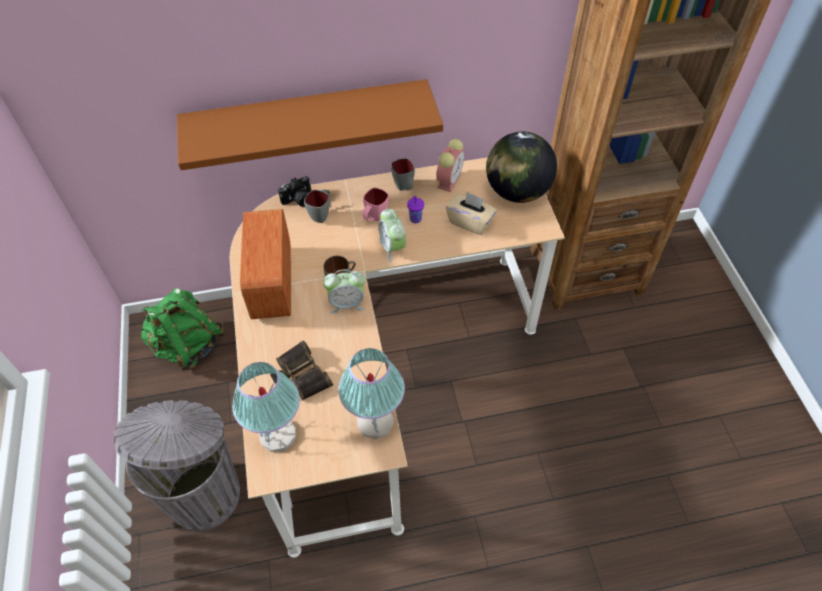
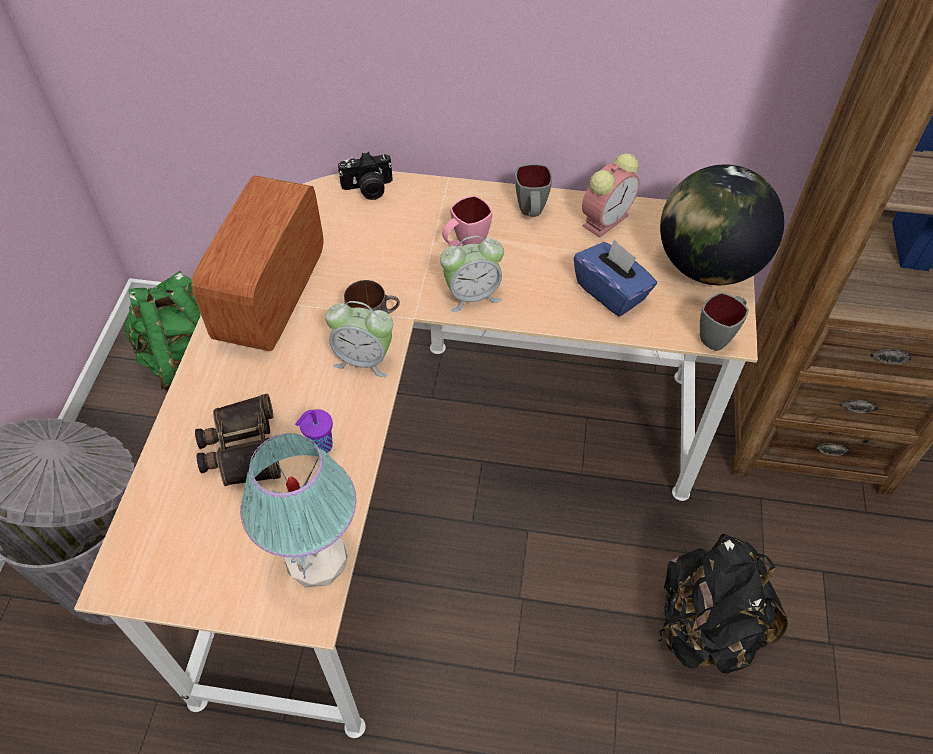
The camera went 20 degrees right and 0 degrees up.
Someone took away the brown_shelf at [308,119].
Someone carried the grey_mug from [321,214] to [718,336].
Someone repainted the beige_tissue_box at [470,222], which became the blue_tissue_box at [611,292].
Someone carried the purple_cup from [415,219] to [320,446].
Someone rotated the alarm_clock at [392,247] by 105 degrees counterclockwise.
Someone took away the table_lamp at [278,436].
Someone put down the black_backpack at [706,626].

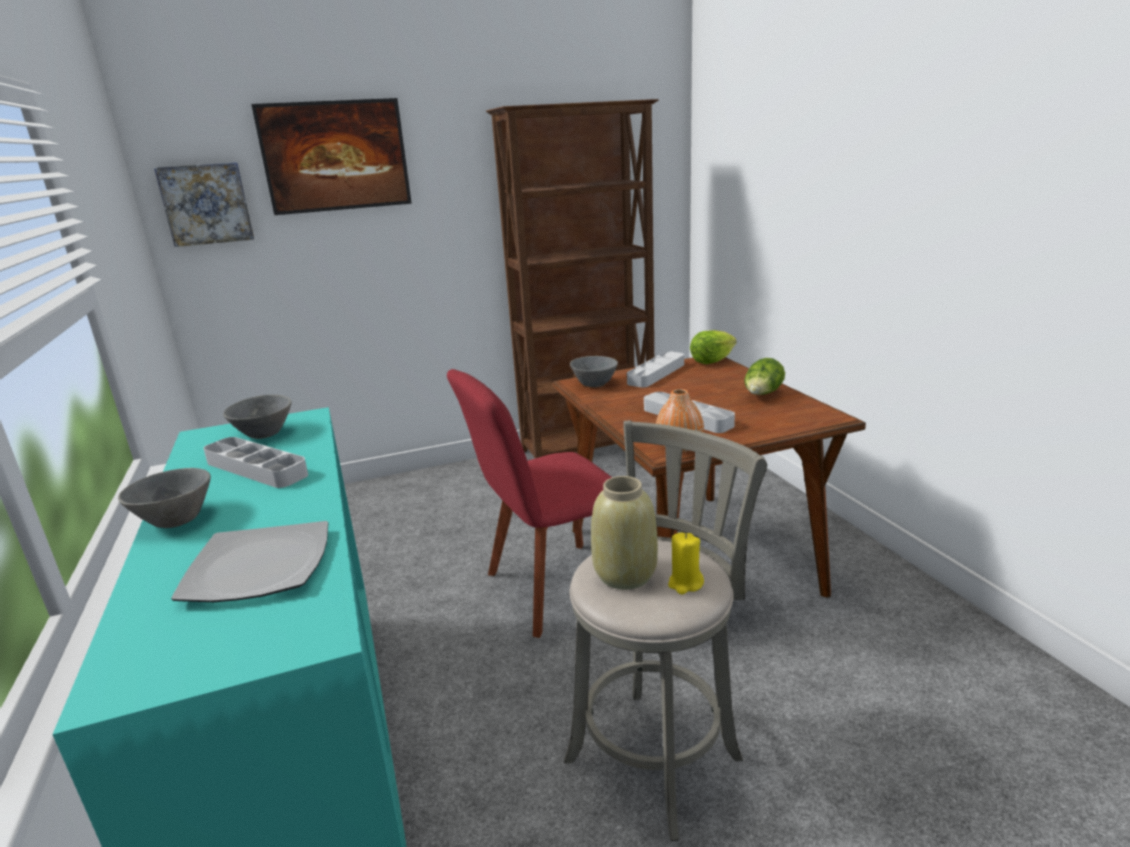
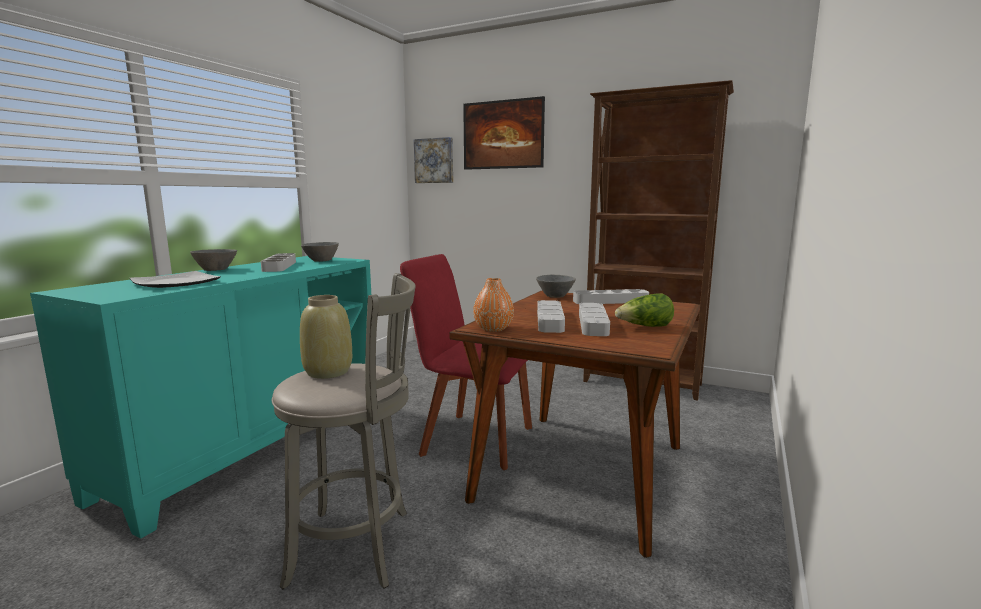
The camera went 45 degrees right and 10 degrees down.
Someone took away the lettuce at [711,361].
Someone took away the yellow_candle at [685,584].
Someone put down the grey_tray at [593,323].

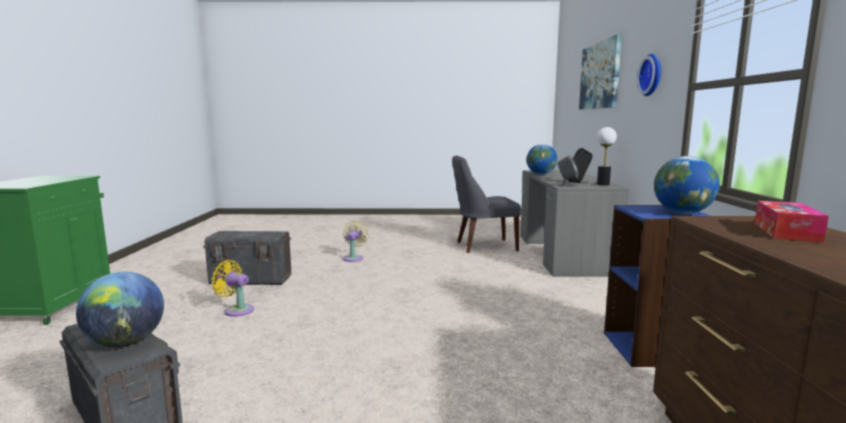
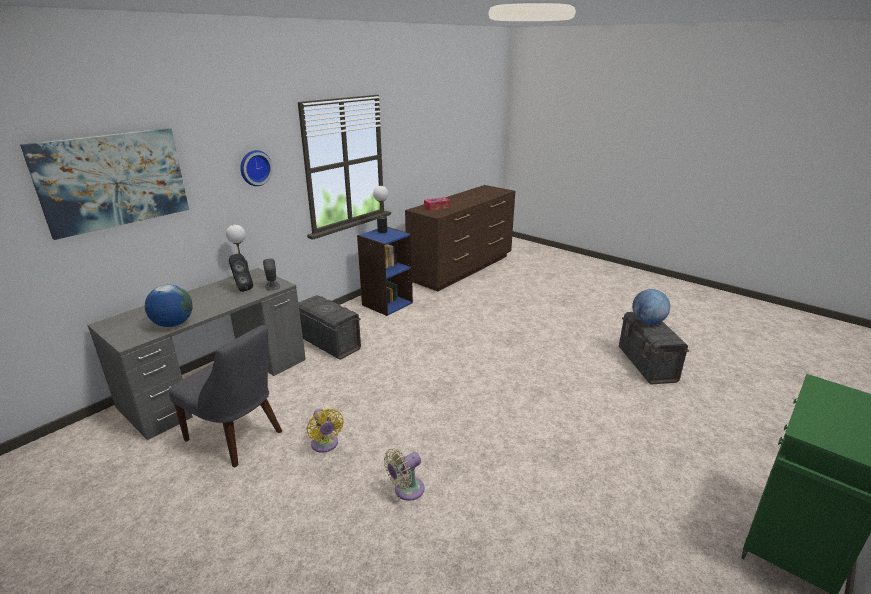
The camera went 140 degrees left and 15 degrees up.
Someone swapped the globe at [683,213] for the table_lamp at [382,231].
Someone carried the grey_storage_box from [251,279] to [330,343].
Someone carried the yellow_fan from [236,310] to [325,445].

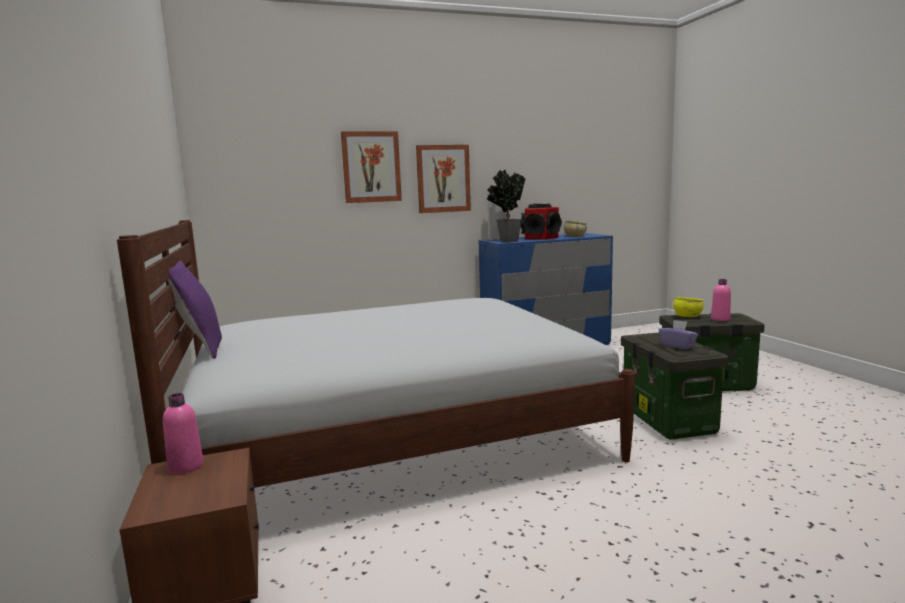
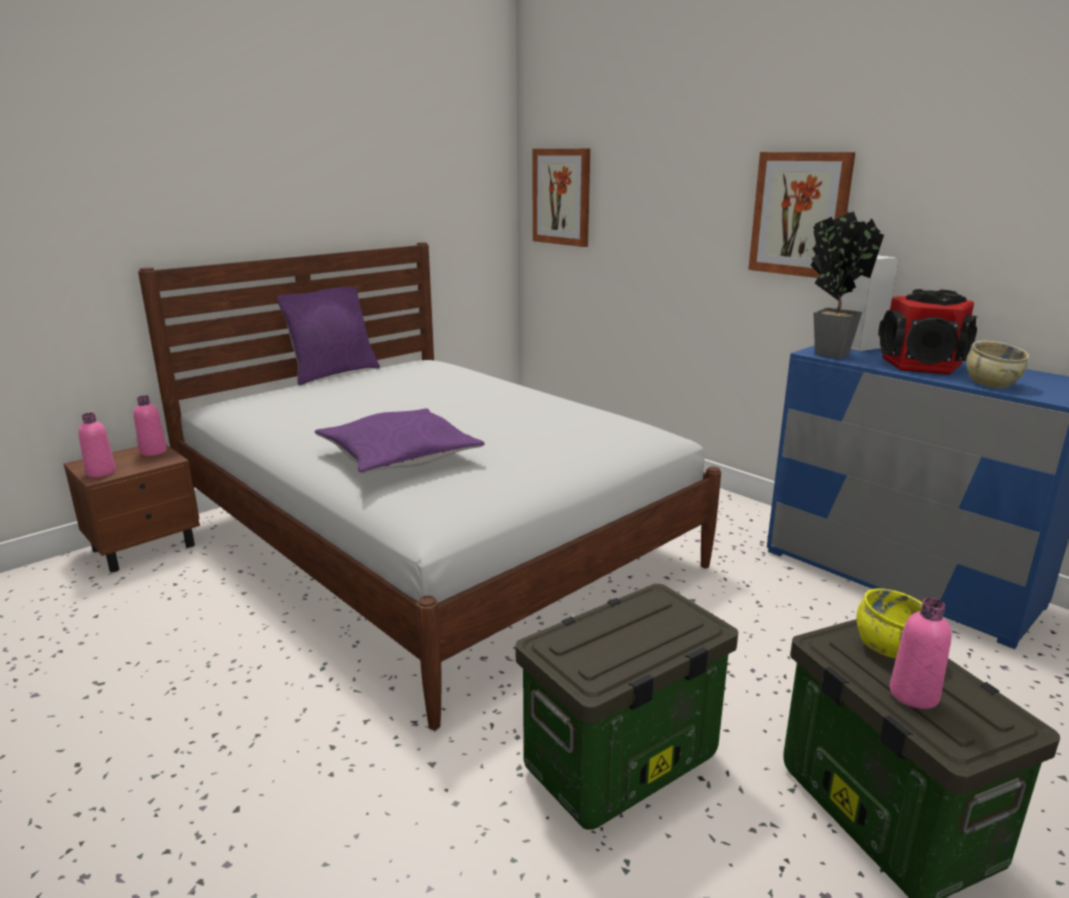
The camera went 65 degrees right and 10 degrees up.
Someone carried the picture from [371,167] to [561,197].
Someone took away the purple_tissue_box at [677,345].
Someone put down the purple_pillow at [399,456].
Someone put down the pink_bottle at [101,472].

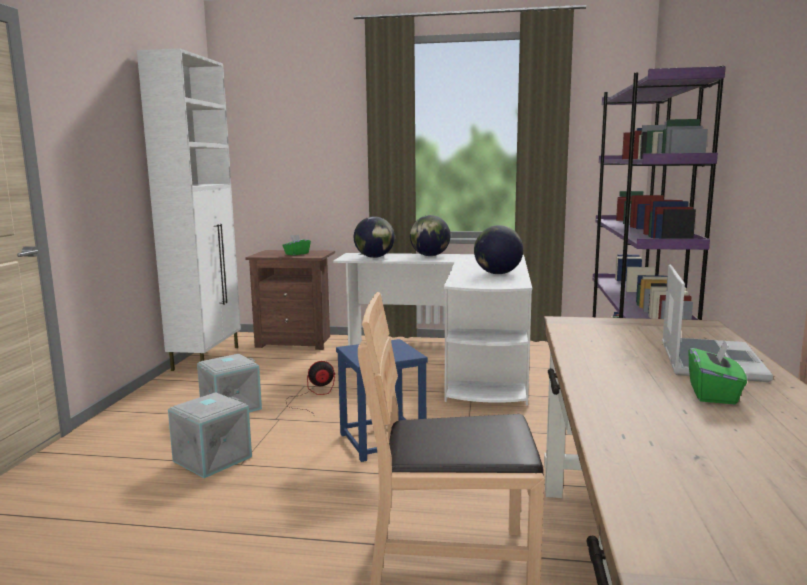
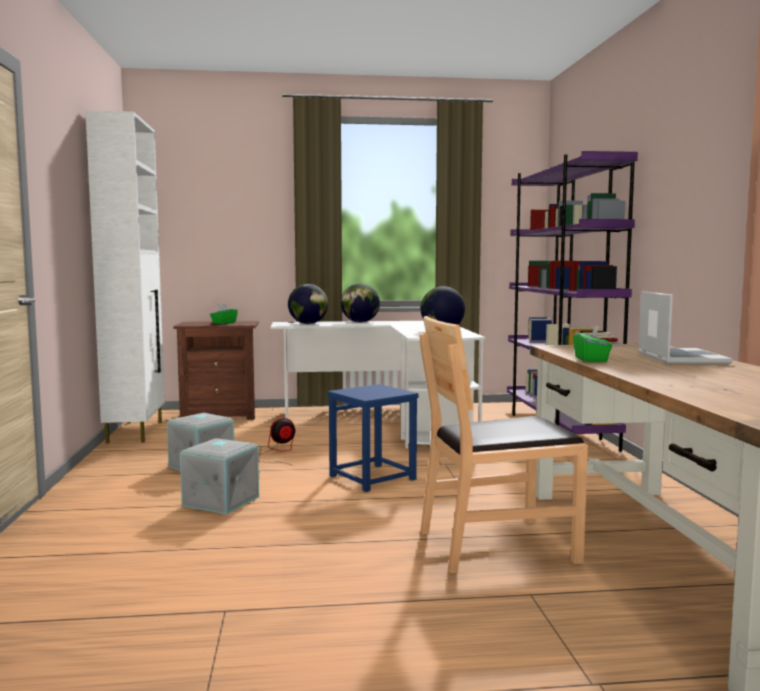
The camera went 15 degrees left and 5 degrees down.
Someone carried the green_tissue_box from [713,394] to [591,360].

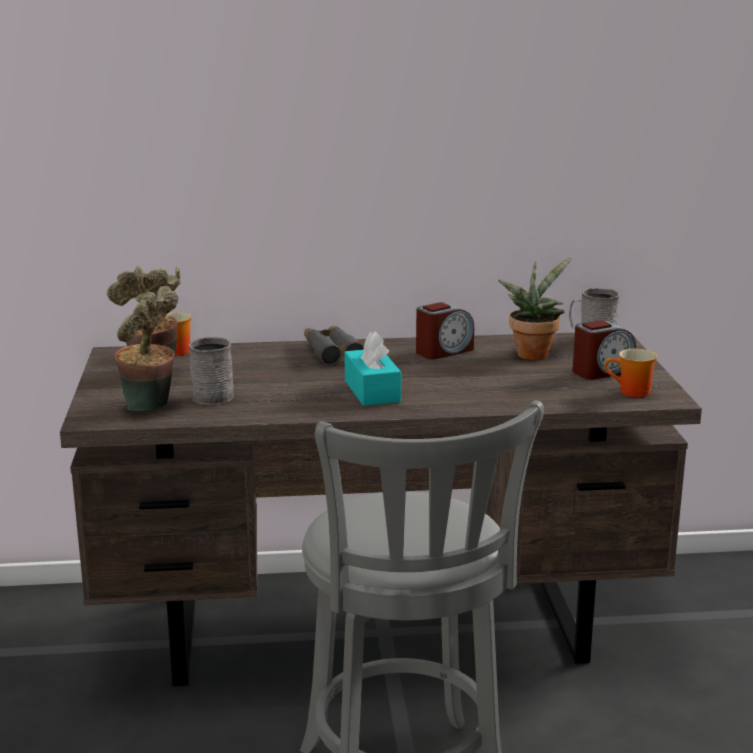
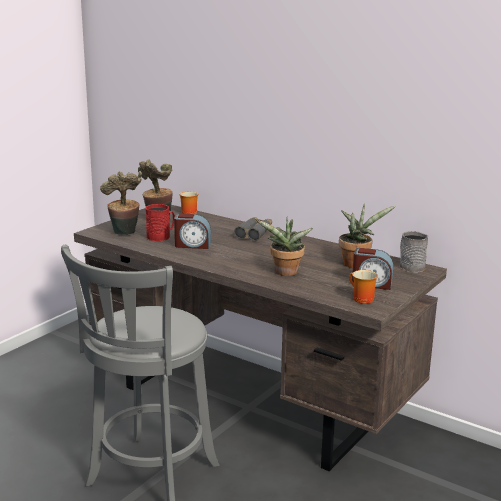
The camera went 40 degrees right and 0 degrees up.
Someone carried the alarm_clock from [443,351] to [192,245].
Someone took away the turquoise_tissue_box at [372,391].
Someone repainted the grey_mug at [215,394], which became the red_mug at [161,236].
Someone put down the potted_plant at [285,273].

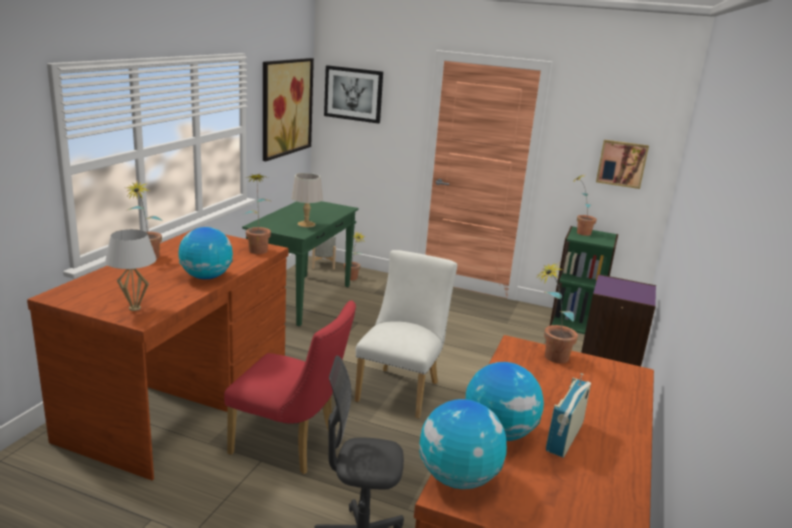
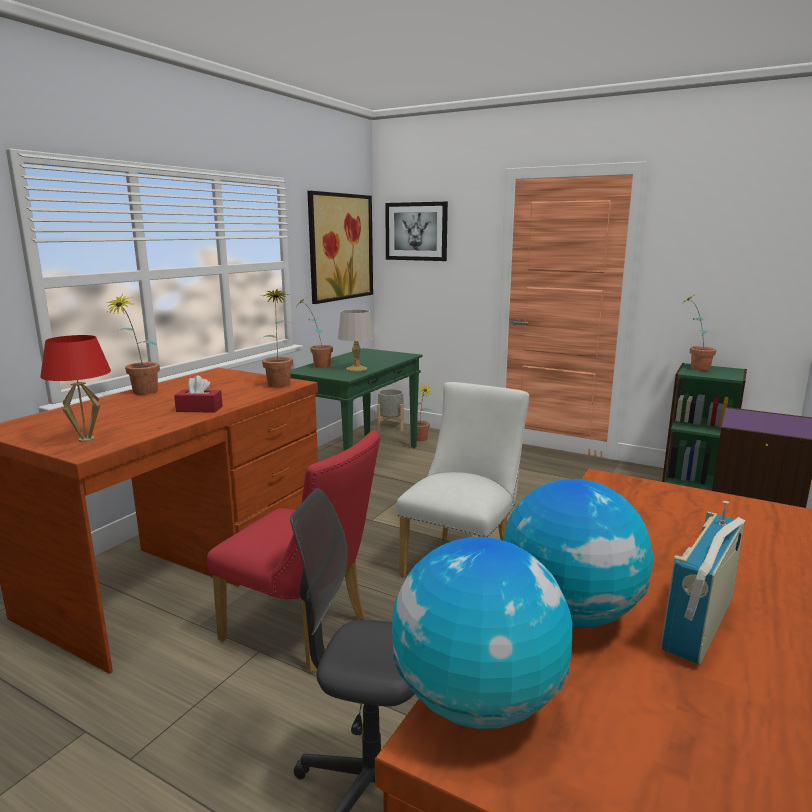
The camera went 10 degrees right and 5 degrees down.
Someone took away the picture at [622,163].
Someone swapped the globe at [206,277] for the red_tissue_box at [199,409].
Someone repainted the white_table_lamp at [135,308], which became the red_table_lamp at [87,439].
Someone carried the potted_plant from [549,357] to [316,366].

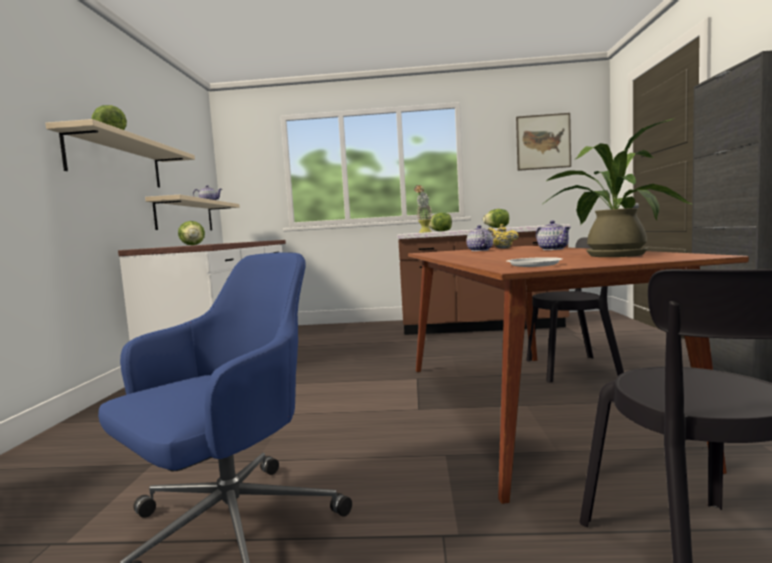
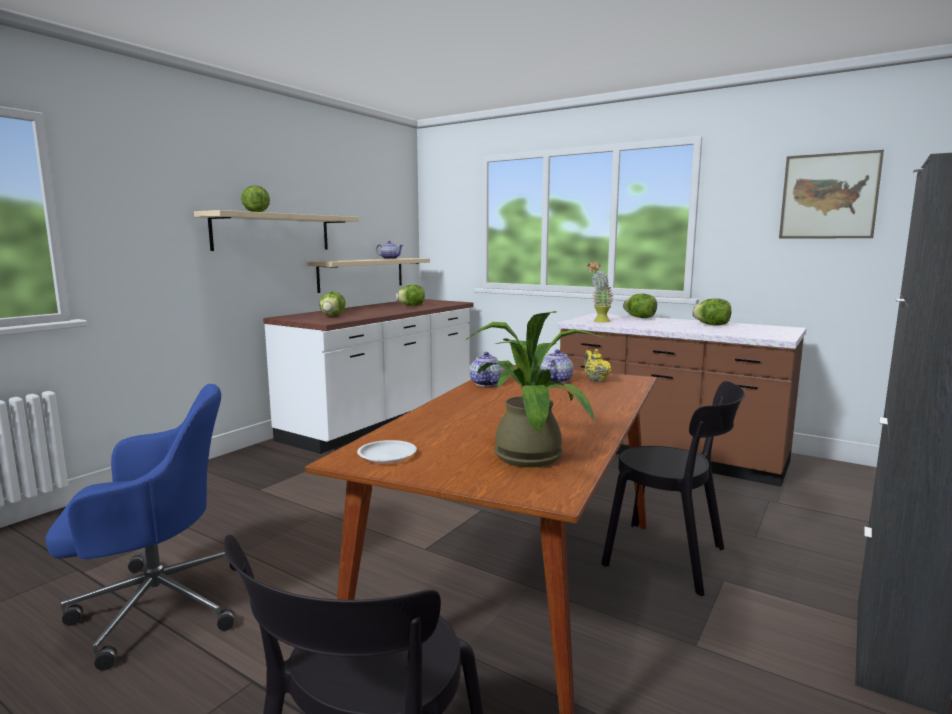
The camera went 30 degrees right and 5 degrees up.
Someone carried the teapot from [553,249] to [486,383].
Someone put down the lettuce at [411,306].

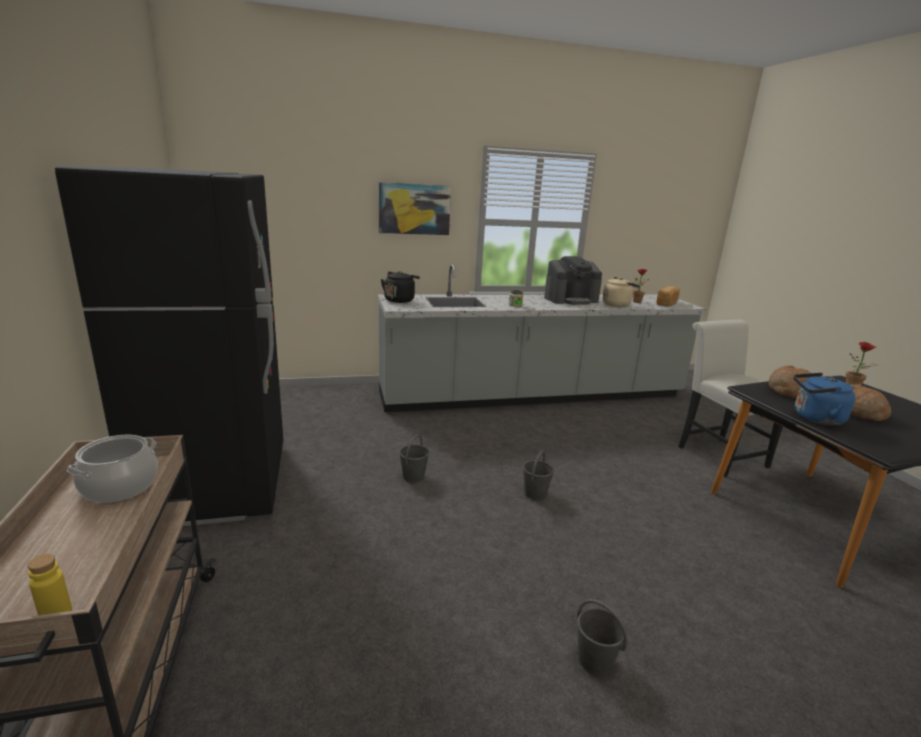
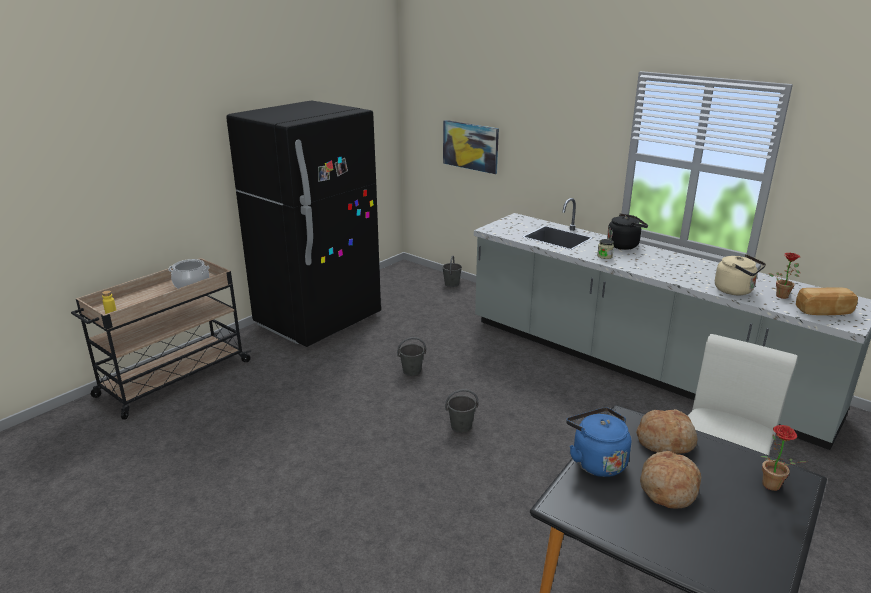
The camera went 55 degrees right and 5 degrees up.
Someone carried the picture from [414,209] to [470,146].
Someone took away the coffee_machine at [570,299].
Someone carried the black_kettle from [400,300] to [624,245].
Someone carried the grey_bucket from [594,660] to [451,284].

